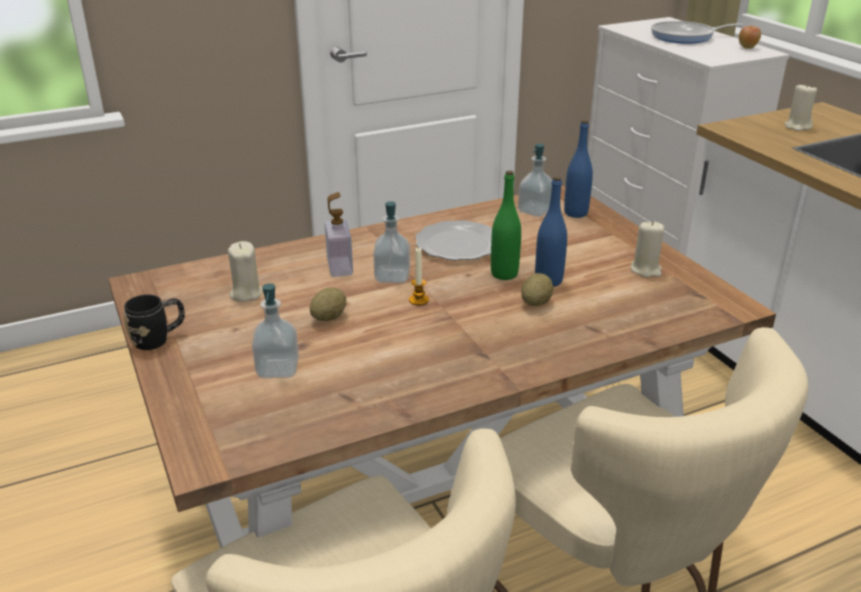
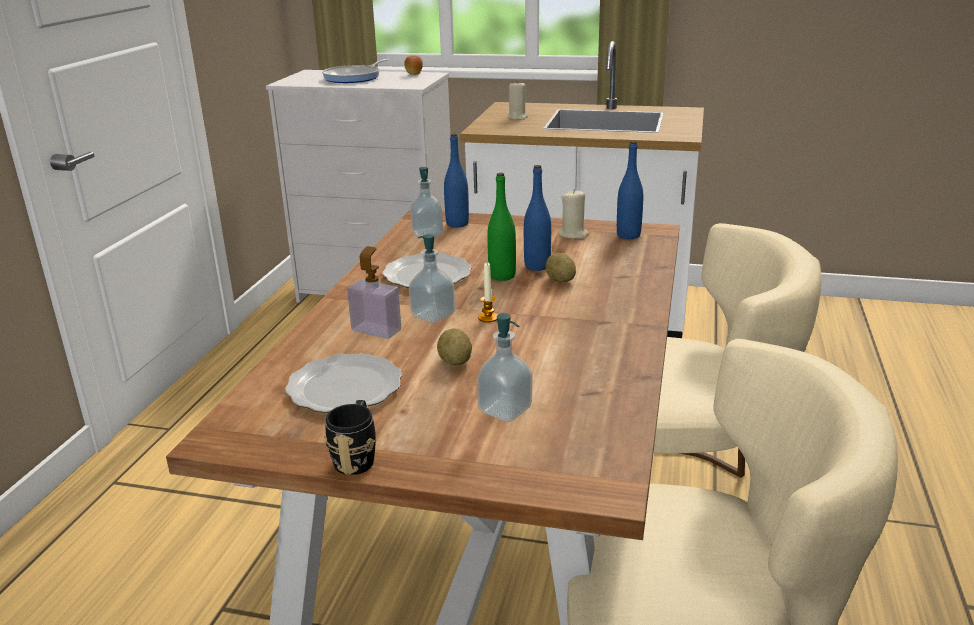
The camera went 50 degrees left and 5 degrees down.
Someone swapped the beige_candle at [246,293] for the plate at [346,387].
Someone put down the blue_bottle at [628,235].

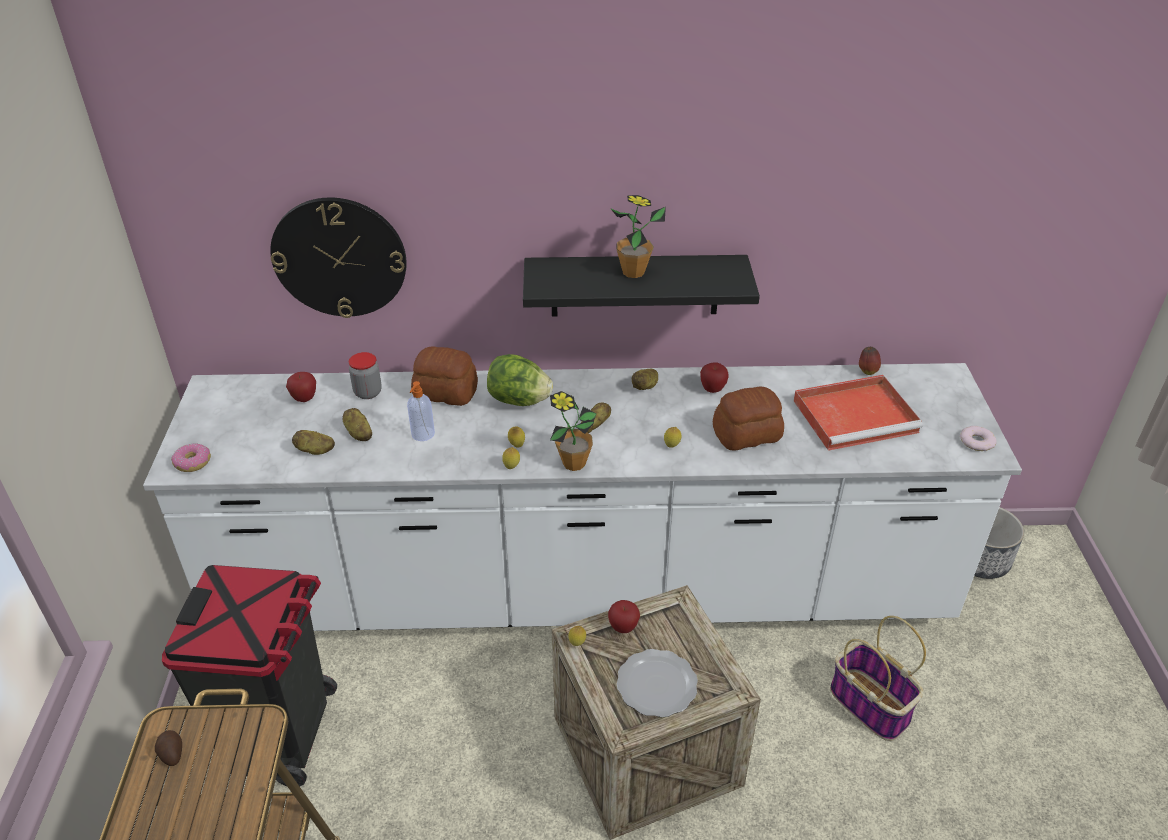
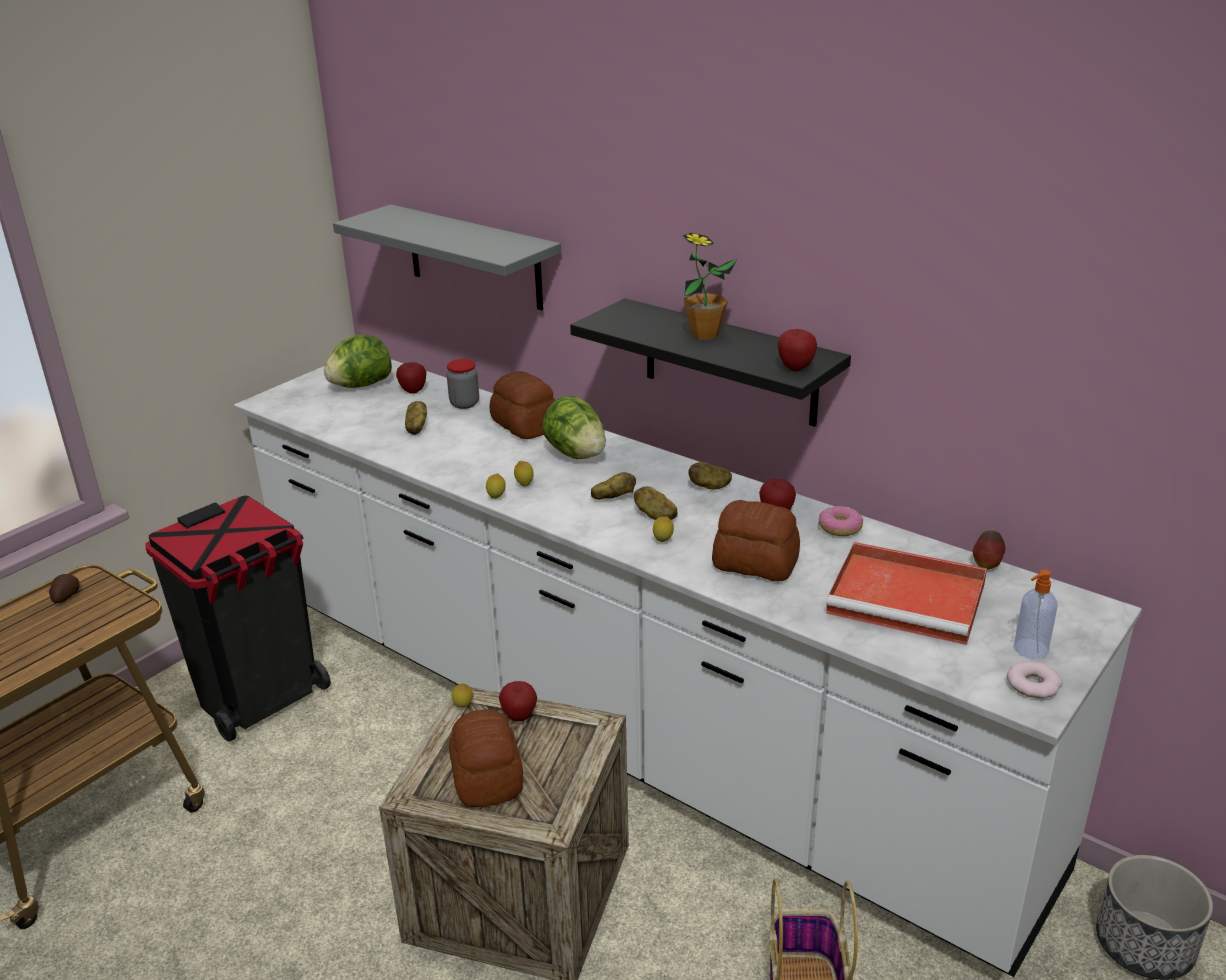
The camera went 40 degrees right and 10 degrees down.
Someone swapped the wall_clock at [339,257] for the grey_shelf at [474,257].
Someone carried the soap_dispenser from [422,434] to [1029,649].
Someone took away the potted_plant at [574,463].
Someone carried the potato from [315,450] to [655,515].
Someone carried the donut from [192,463] to [839,528].
Someone swapped the plate at [656,684] for the bread at [488,777].
Someone put down the apple at [795,368].
Someone put down the lettuce at [361,385].

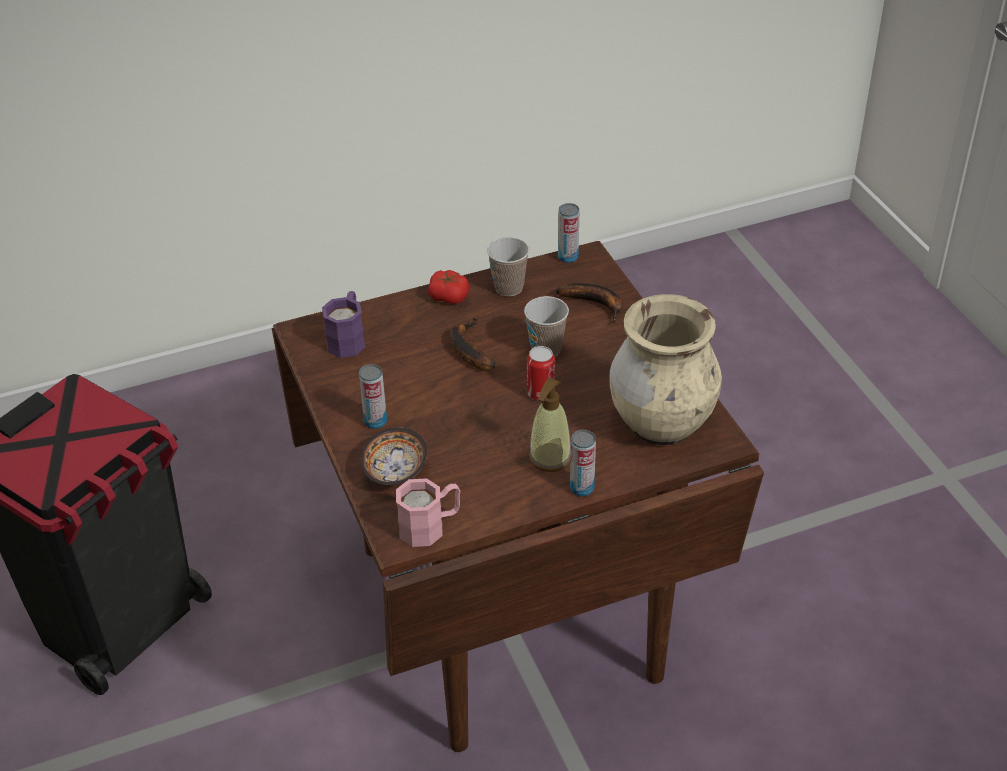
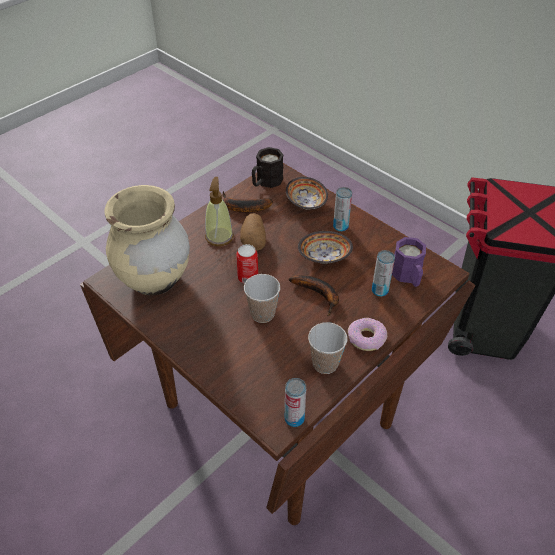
The camera went 155 degrees right and 5 degrees up.
Someone swapped the tomato at [449,296] for the donut at [366,338].
Someone carried the banana from [596,304] to [242,207].
Someone carried the can from [582,488] to [380,290].
Someone repainted the pink_mug at [430,526], which became the black_mug at [266,182].
Someone put down the potato at [254,240].
Someone put down the bowl at [323,256].

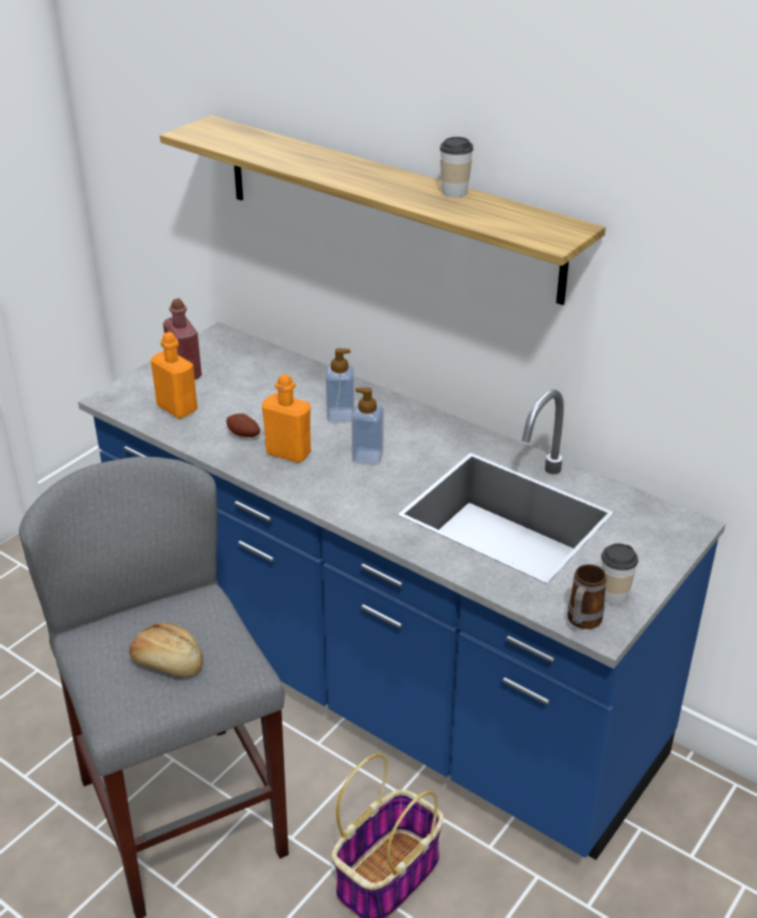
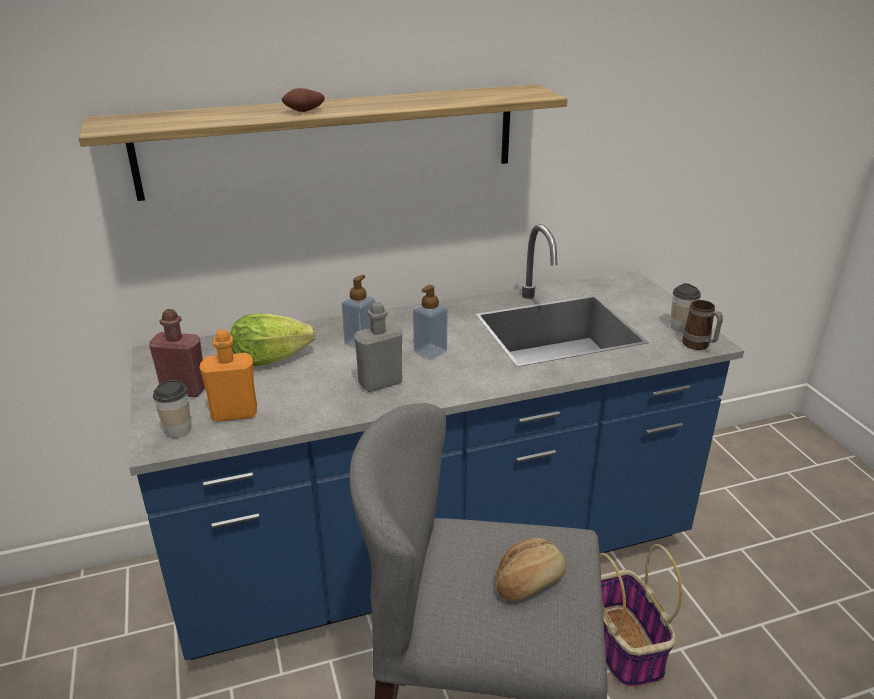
The camera went 55 degrees left and 5 degrees down.
Someone carried the cup from [454,192] to [178,430].
Someone repainted the orange_bottle at [288,453], which became the grey_bottle at [380,382].
Someone carried the potato from [243,435] to [304,112].
Someone put down the lettuce at [270,359].

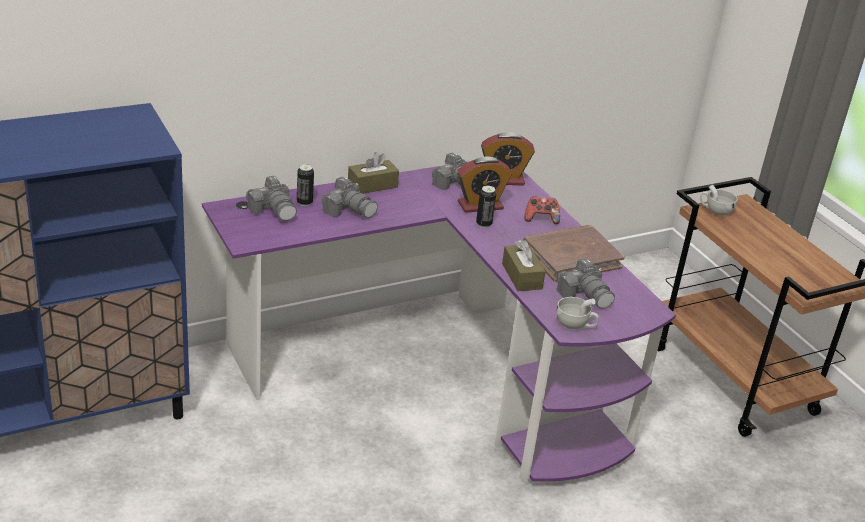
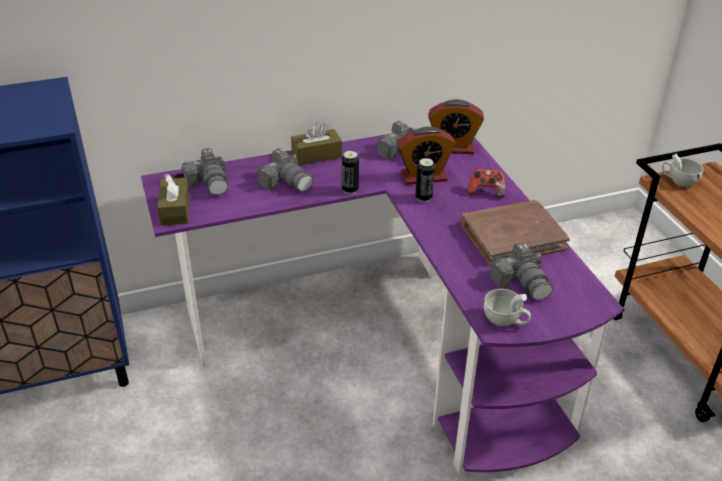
The camera went 10 degrees right and 5 degrees up.
Someone carried the can from [304,202] to [350,190].
Someone carried the brown_tissue_box from [522,276] to [175,210].

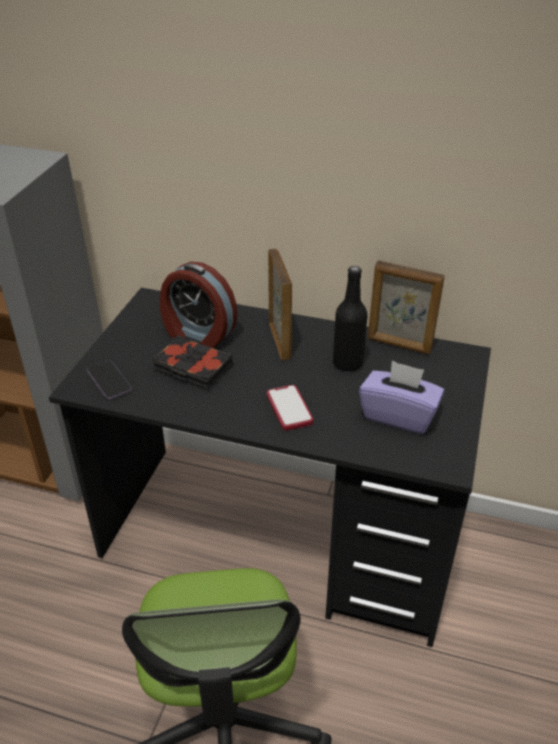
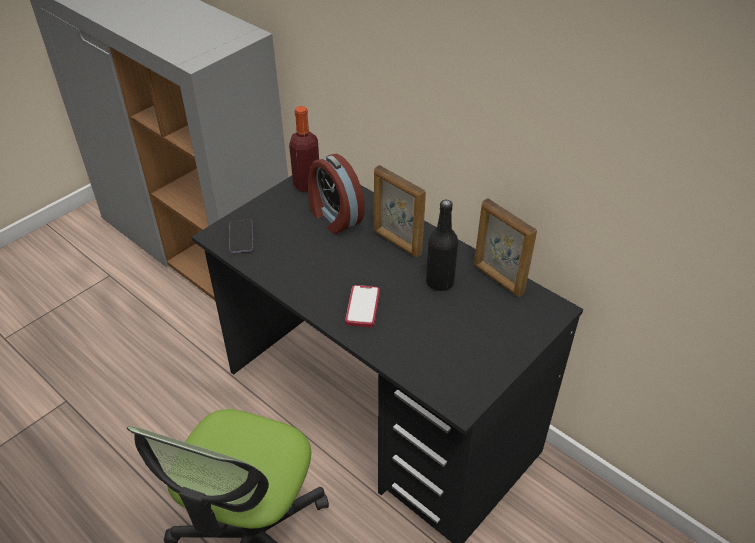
The camera went 25 degrees right and 5 degrees up.
Someone rotated the picture_frame at [280,340] by 120 degrees clockwise.
Someone took away the black_book at [193,369].
Someone took away the purple_tissue_box at [399,415].
Someone put down the bottle at [307,184].

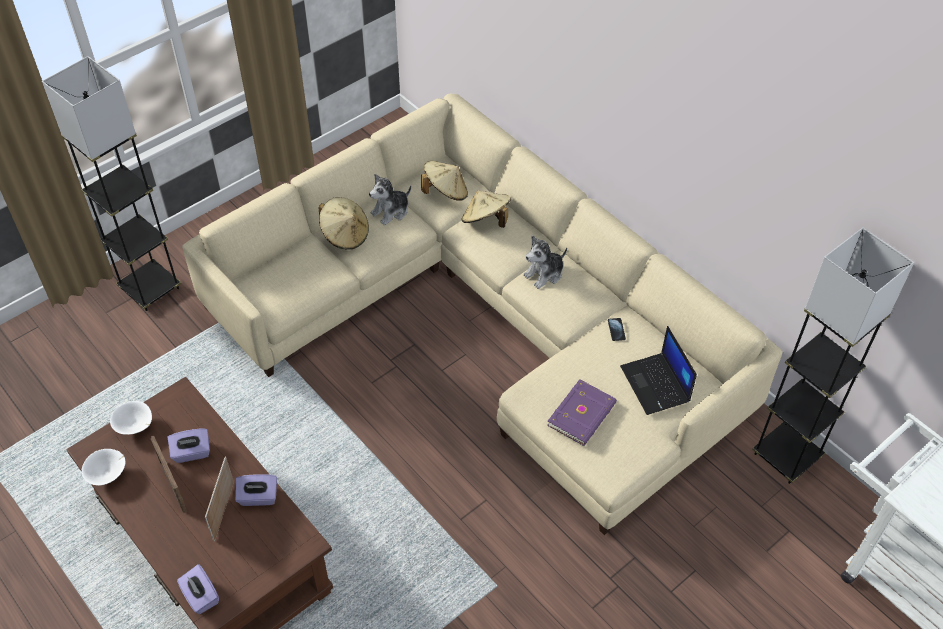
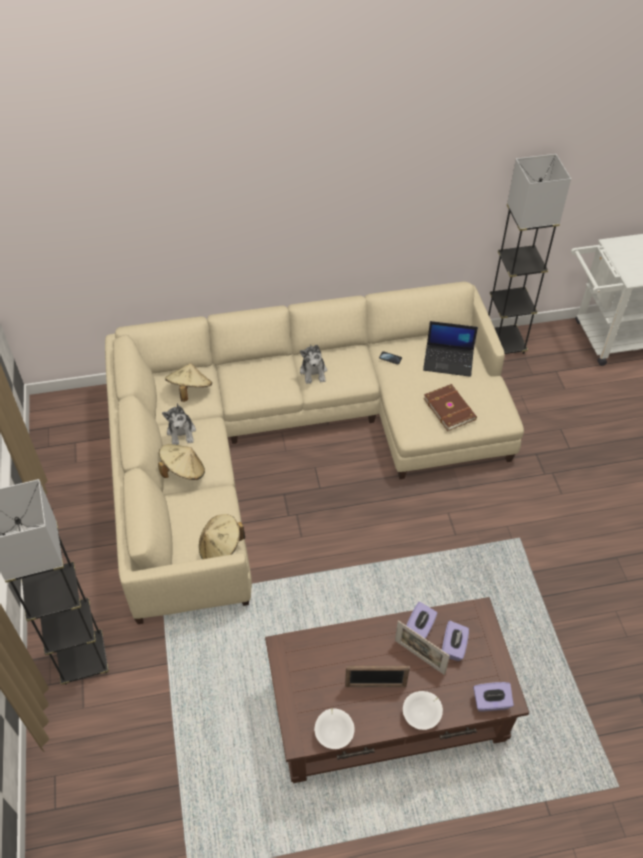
The camera went 60 degrees left and 0 degrees up.
Someone carried the beige_hat from [485,221] to [220,548].
Someone repainted the purple_book at [583,414], which became the brown_book at [450,408].
Someone carried the white_bowl from [135,426] to [422,715].
Someone carried the purple_tissue_box from [192,453] to [453,647].

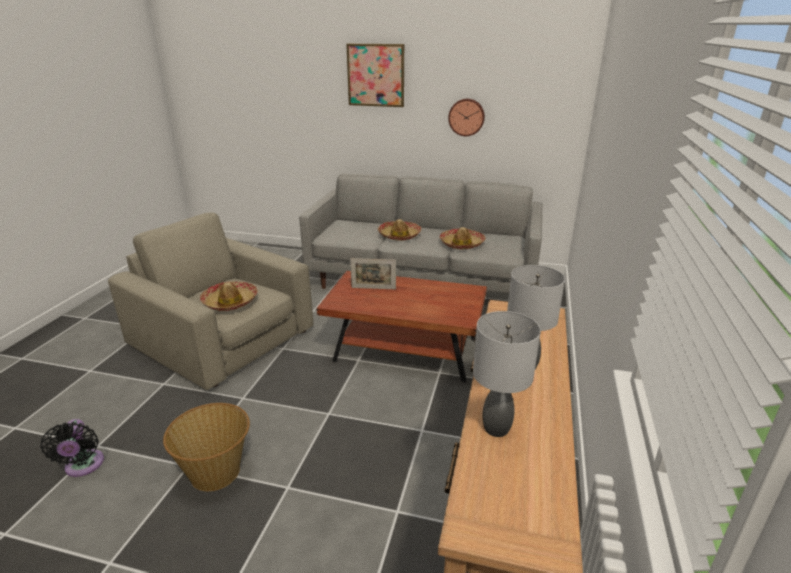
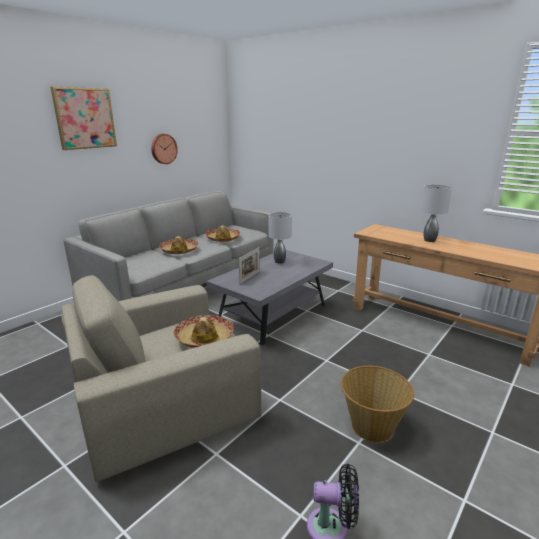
The camera went 65 degrees left and 5 degrees down.
Someone repainted the brown_coffee_table at [405,351], which became the grey_coffee_table at [273,315].
Someone carried the grey_table_lamp from [495,428] to [279,261].

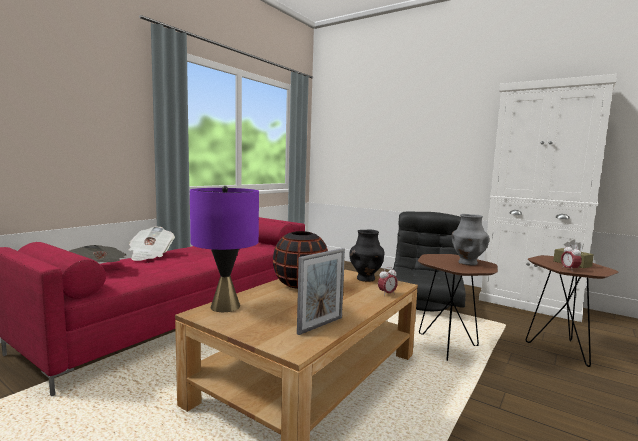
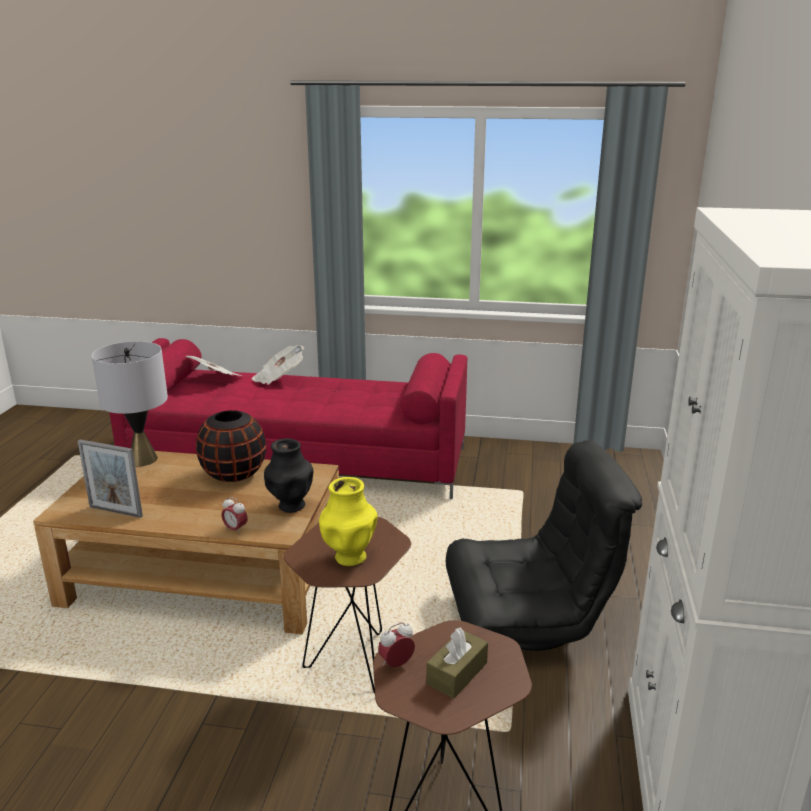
The camera went 65 degrees right and 15 degrees up.
Someone repainted the purple_table_lamp at [225,306], which became the grey_table_lamp at [143,459].
Someone repainted the grey_vase at [467,263], which became the yellow_vase at [349,557].

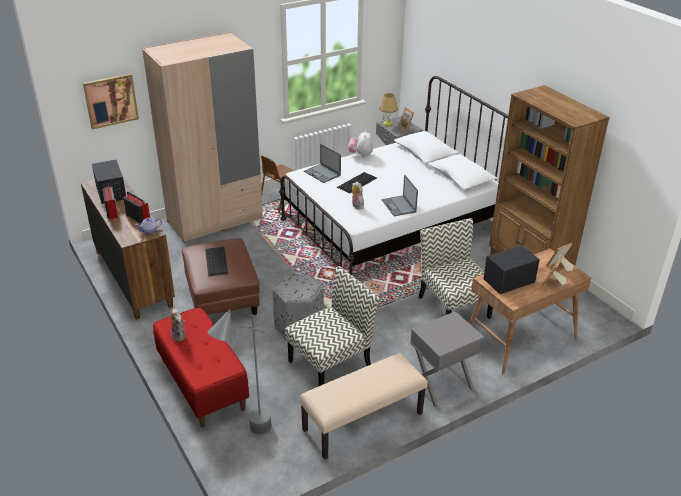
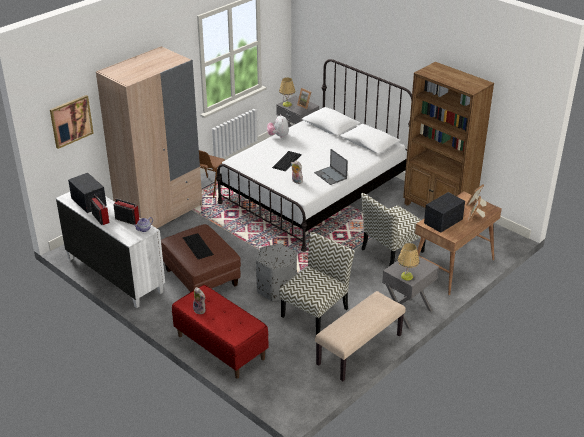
The camera went 15 degrees left and 0 degrees up.
Someone took away the laptop at [322,173].
Someone repainted the brown_dresser at [134,278], which became the white_dresser at [115,274].
Someone rotated the chair at [453,306] by 90 degrees counterclockwise.
Someone took away the grey_floor_lamp at [247,437].
Someone put down the table_lamp at [407,276].

